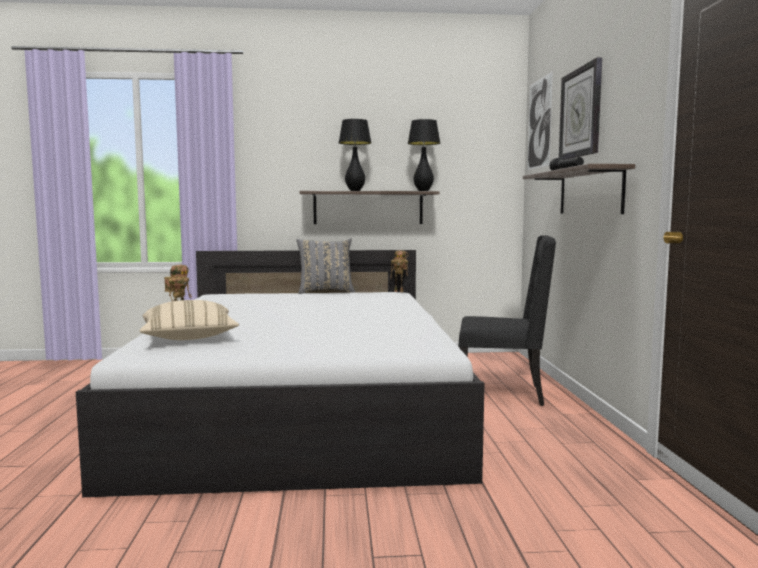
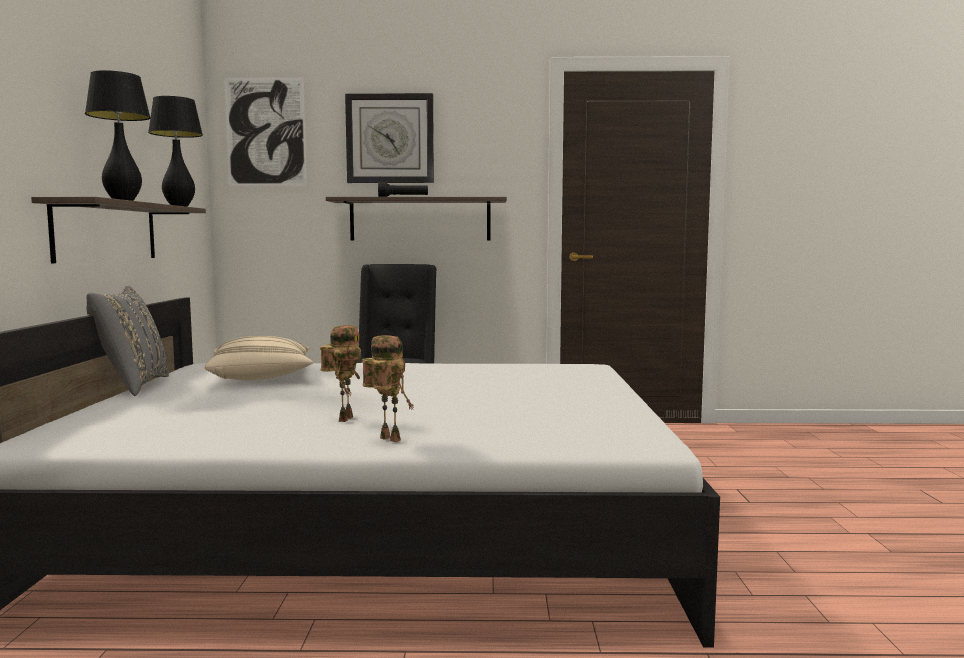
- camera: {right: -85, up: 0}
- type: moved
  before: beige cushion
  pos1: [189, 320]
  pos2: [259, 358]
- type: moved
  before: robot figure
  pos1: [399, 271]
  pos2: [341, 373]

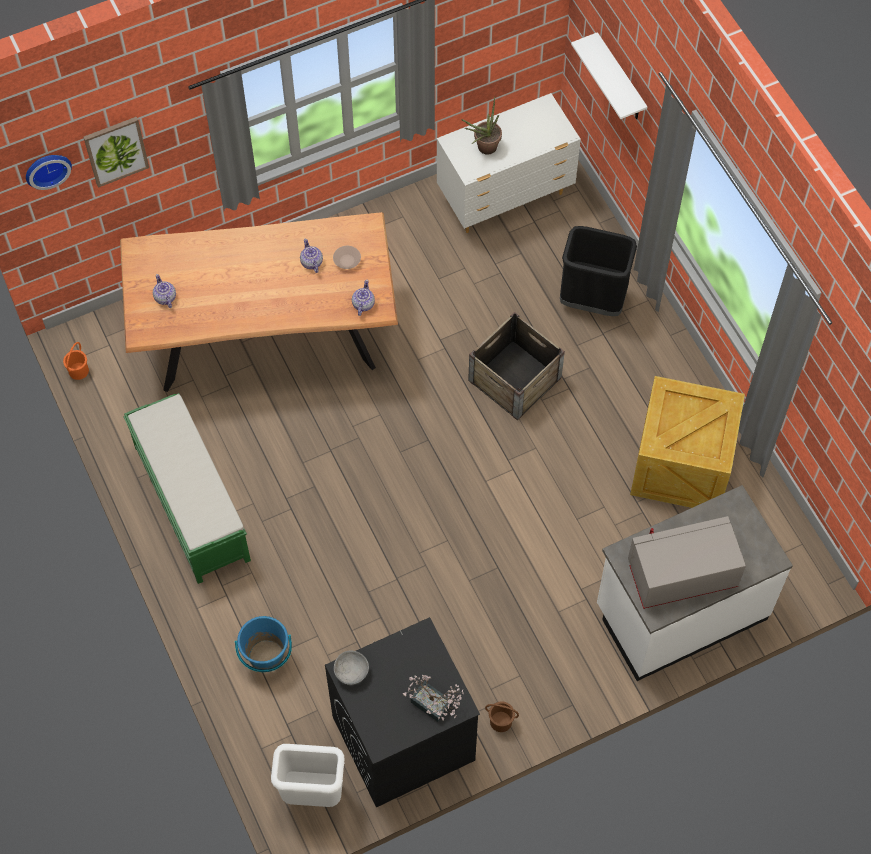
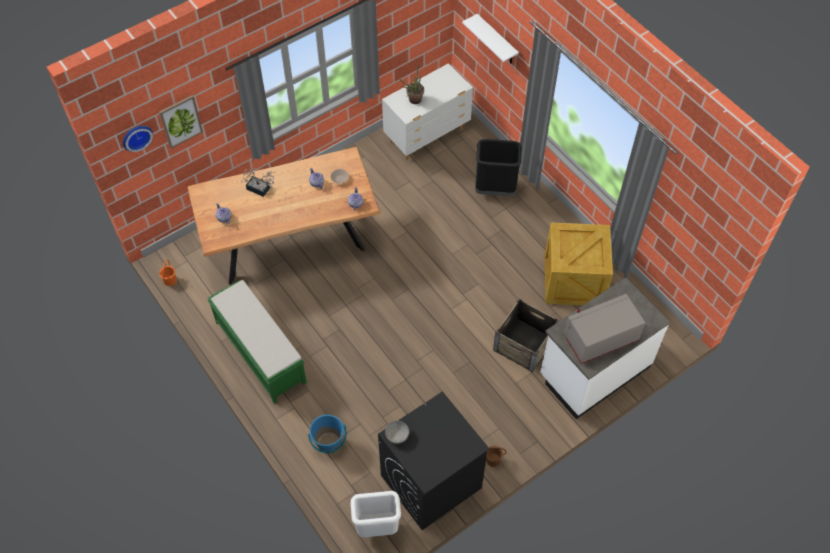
- camera: {right: -10, up: -5}
- type: moved
  before: houseplant
  pos1: [433, 698]
  pos2: [257, 183]
- type: moved
  before: shipping crate
  pos1: [516, 366]
  pos2: [526, 335]

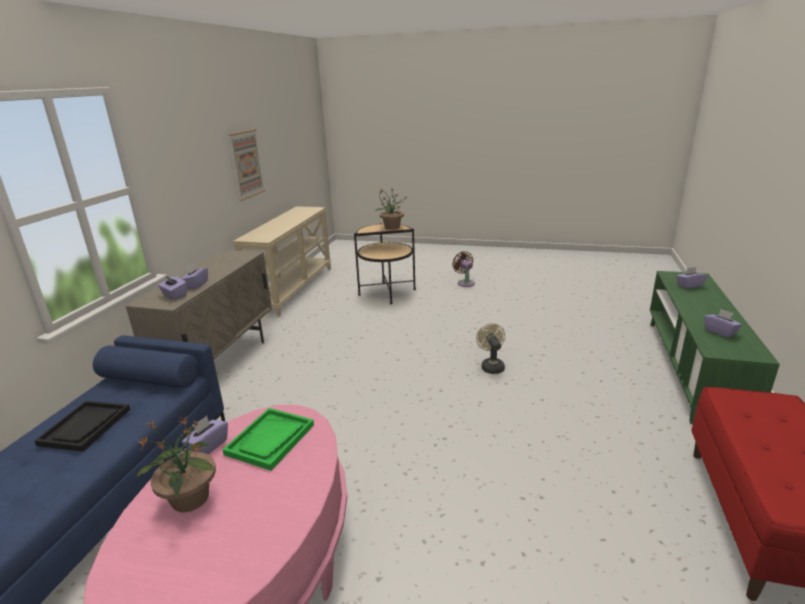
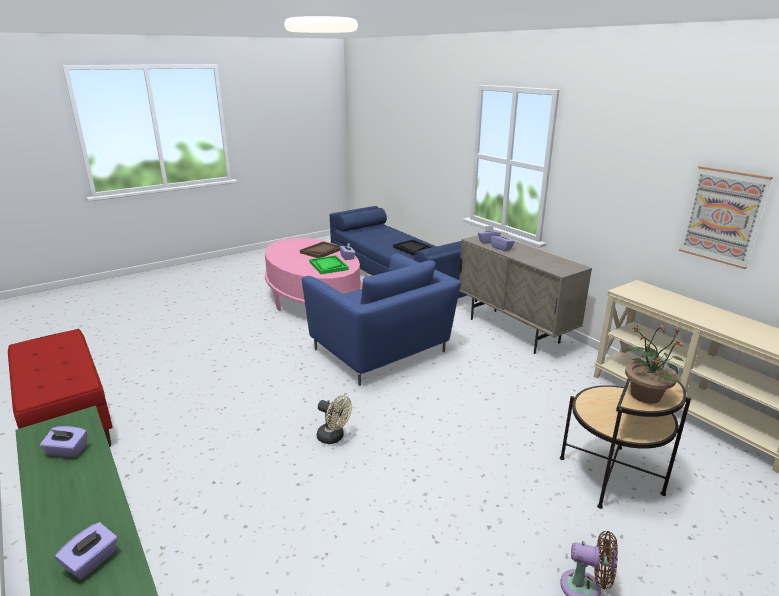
- camera: {right: 130, up: 0}
- type: replaced
  before: houseplant
  after: brown serving tray
  pos1: [177, 464]
  pos2: [320, 249]
- type: added
  after: blue-coloured lounge chair
  pos2: [381, 319]

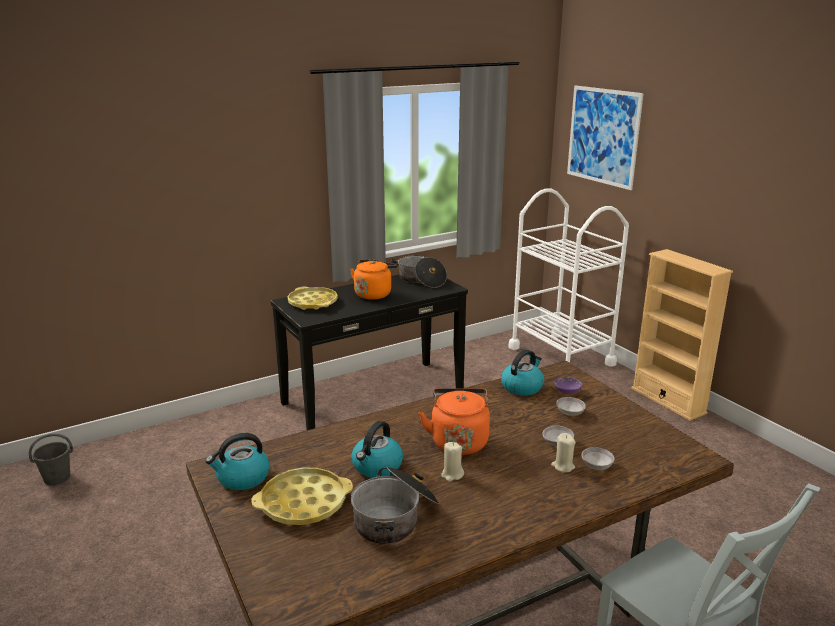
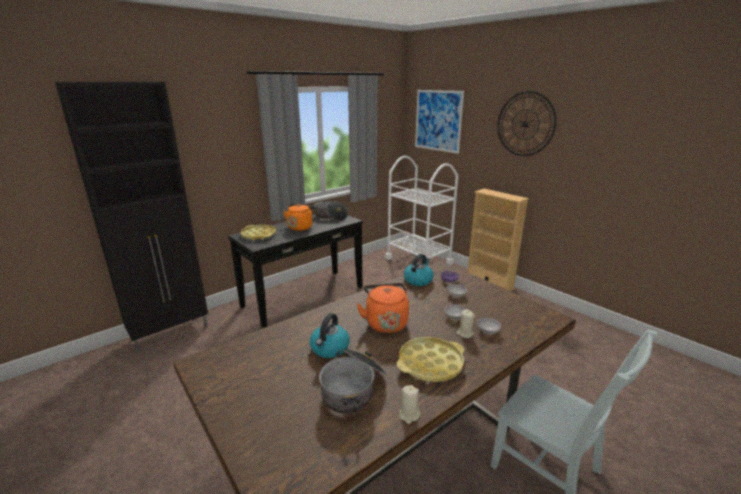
- camera: {right: -10, up: 0}
- type: added
  after: black cupboard
  pos2: [131, 217]
- type: moved
  before: yellow-coloured serving tray
  pos1: [302, 496]
  pos2: [430, 359]
- type: moved
  before: beige wax light
  pos1: [452, 461]
  pos2: [409, 404]
- type: added
  after: wall clock
  pos2: [526, 123]
- type: removed
  before: gray pail
  pos1: [51, 459]
- type: removed
  before: kettle
  pos1: [238, 461]

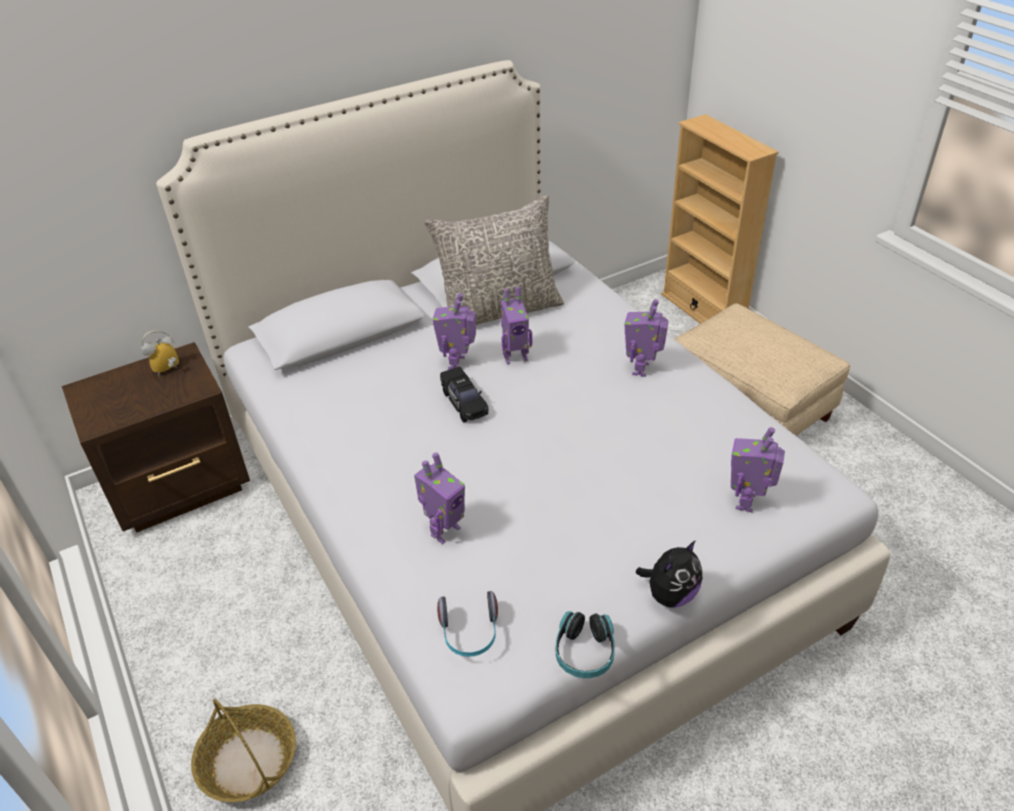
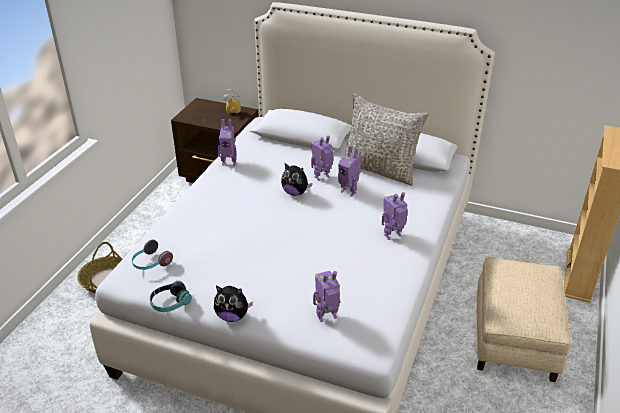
- camera: {right: 50, up: -5}
- type: moved
  before: robot figure
  pos1: [439, 498]
  pos2: [227, 142]
- type: replaced
  before: black miniature car
  after: plush toy
  pos1: [464, 394]
  pos2: [296, 179]

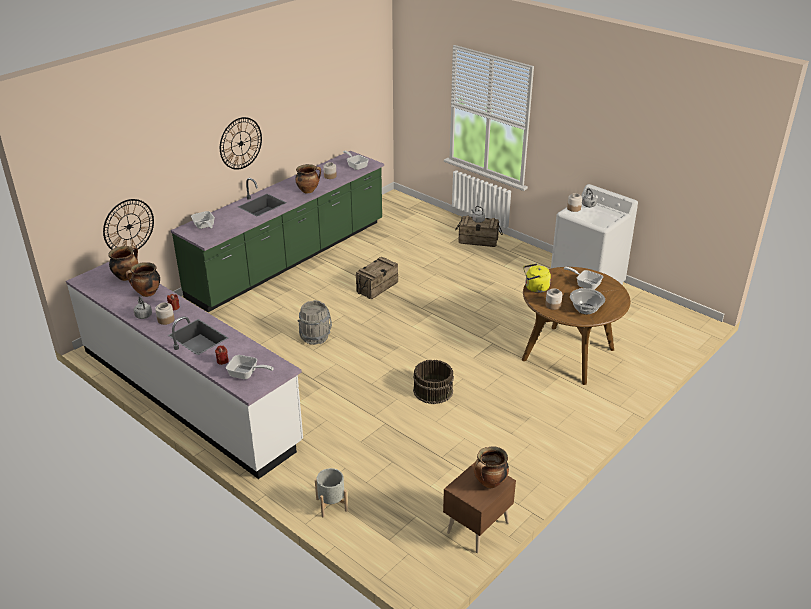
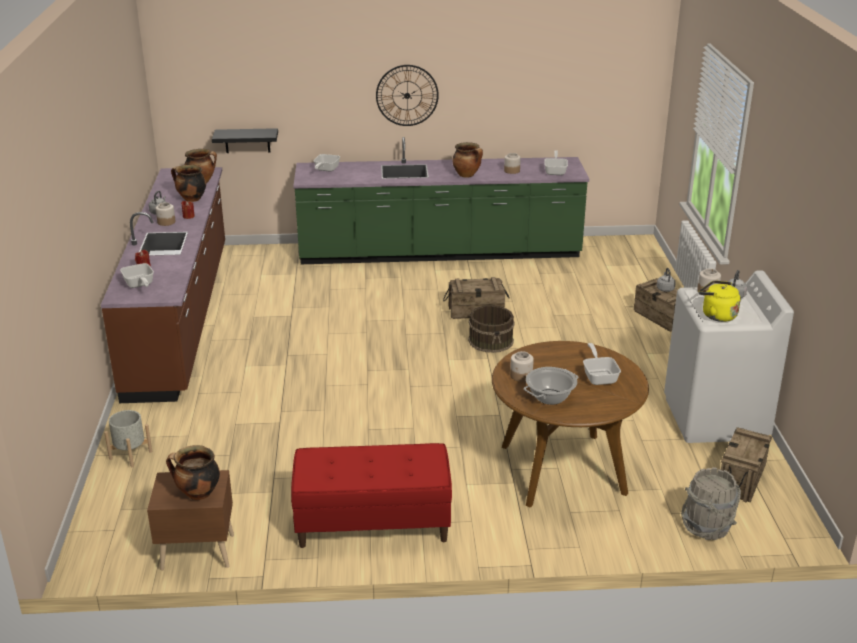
- camera: {right: 45, up: -5}
- type: recoloured
  before: white-coloured kitchen counter
  after: brown kitchen counter
  pos1: [184, 370]
  pos2: [163, 285]
- type: replaced
  before: wall clock
  after: black wall shelf
  pos1: [128, 225]
  pos2: [245, 140]
- type: added
  after: reddish long seat
  pos2: [371, 495]
- type: moved
  before: brown pail
  pos1: [433, 382]
  pos2: [491, 329]
- type: moved
  before: gray pail
  pos1: [314, 322]
  pos2: [711, 503]
- type: moved
  before: yellow-coloured kettle
  pos1: [537, 278]
  pos2: [720, 301]
- type: added
  after: shipping crate
  pos2: [746, 465]

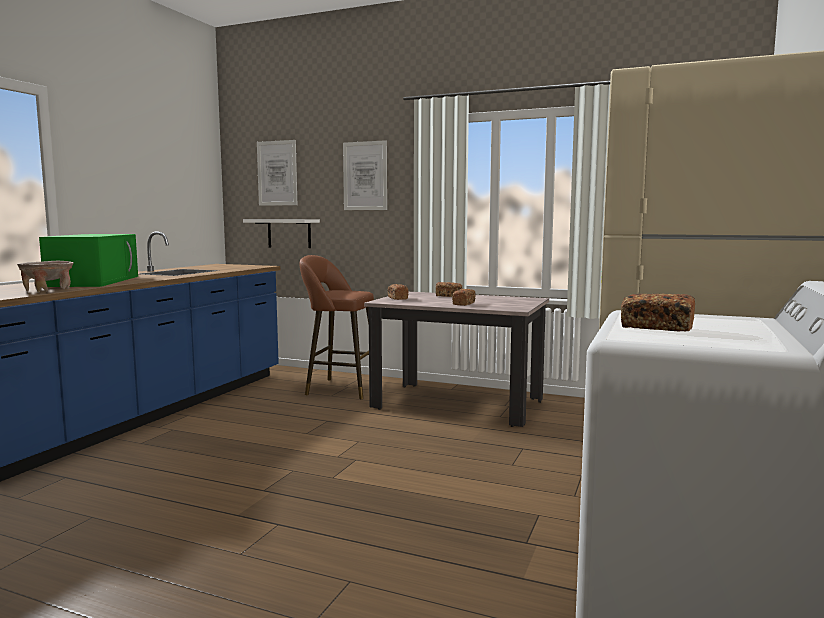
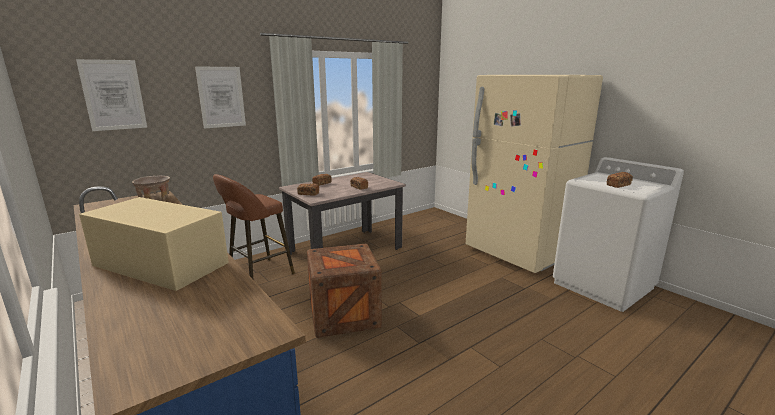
- camera: {right: -60, up: 10}
- type: recoloured
  before: greenish kitchen microwave
  after: beige kitchen microwave
  pos1: [88, 260]
  pos2: [154, 244]
- type: moved
  before: beige deep dish
  pos1: [45, 277]
  pos2: [151, 187]
- type: added
  after: shipping crate
  pos2: [344, 291]
- type: removed
  before: white-coloured wall shelf
  pos1: [281, 233]

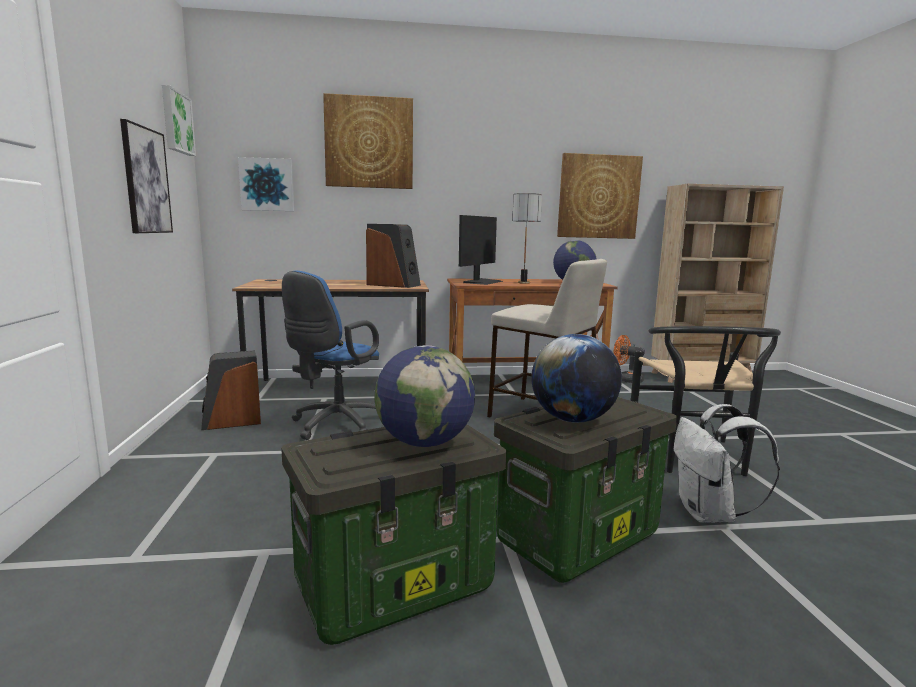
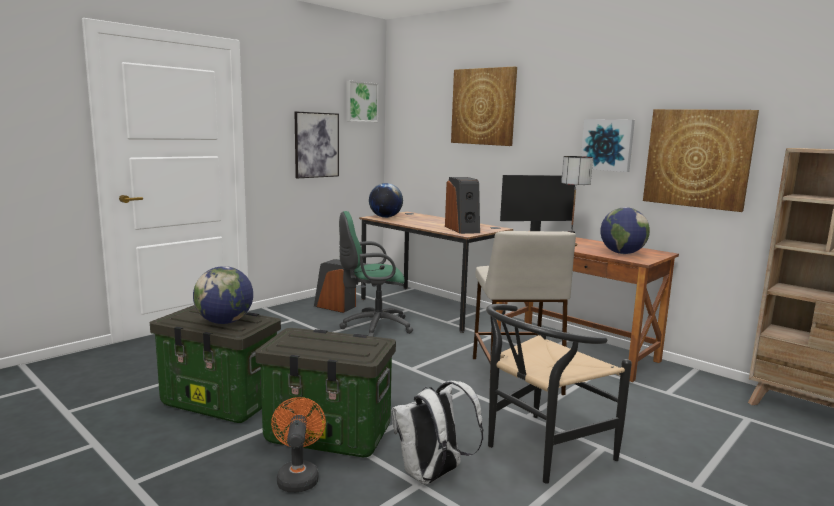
- camera: {right: 50, up: 0}
- type: moved
  before: orange-coloured fan
  pos1: [629, 359]
  pos2: [298, 444]
- type: recoloured
  before: blue-coloured computer chair
  after: greenish computer chair
  pos1: [330, 355]
  pos2: [376, 274]
- type: moved
  before: desk globe
  pos1: [576, 378]
  pos2: [386, 200]
- type: moved
  before: picture
  pos1: [266, 184]
  pos2: [608, 145]

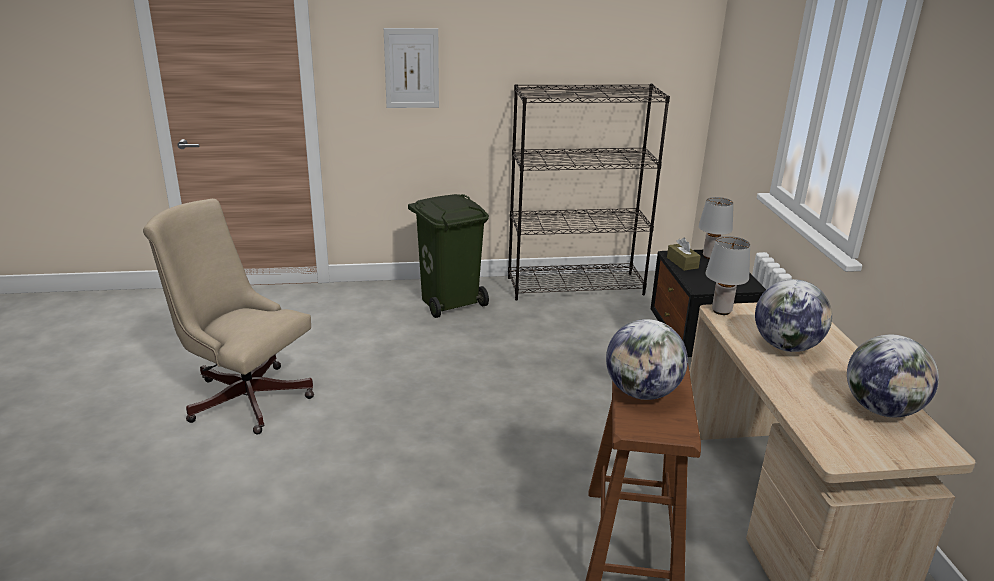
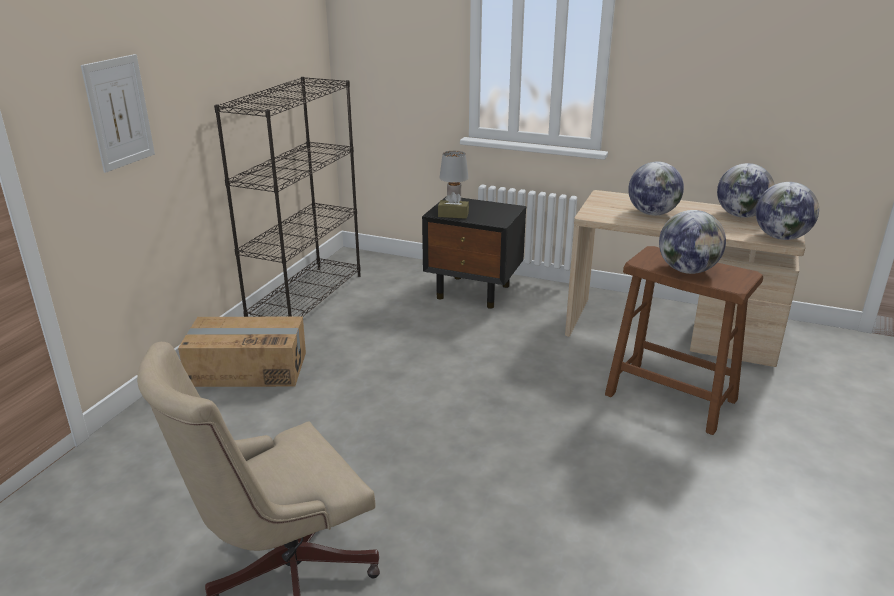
- camera: {right: -60, up: 0}
- type: replaced
  before: greenish rubbish bin
  after: carton
  pos1: [448, 256]
  pos2: [242, 352]
- type: added
  after: desk globe
  pos2: [787, 211]
- type: removed
  before: gray tabletop lamp
  pos1: [727, 275]

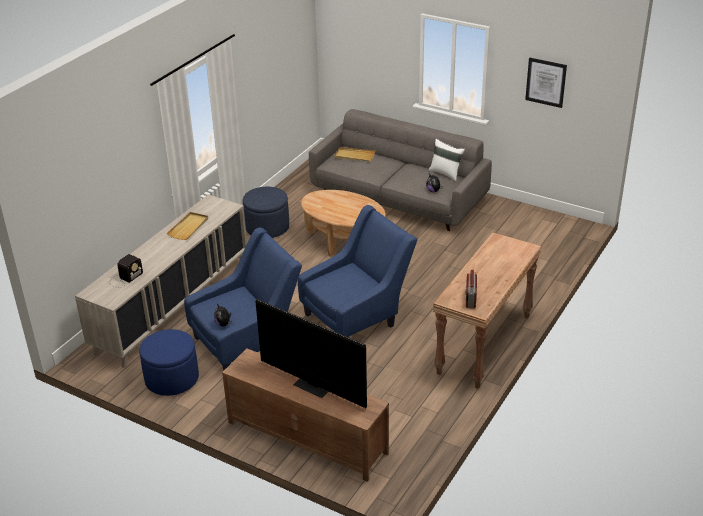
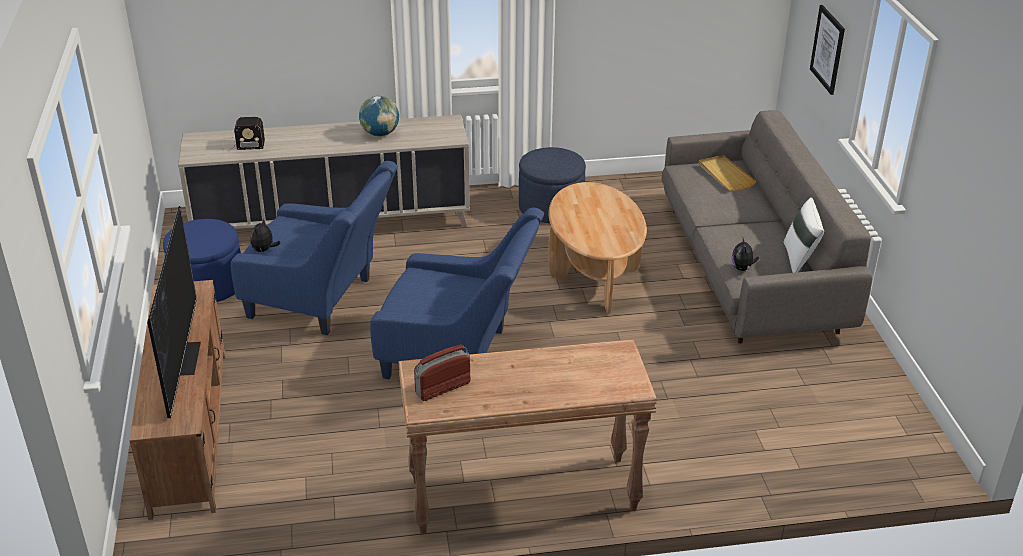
- camera: {right: 50, up: 0}
- type: replaced
  before: beige serving tray
  after: desk globe
  pos1: [187, 226]
  pos2: [379, 116]
- type: moved
  before: picture
  pos1: [546, 83]
  pos2: [827, 50]

